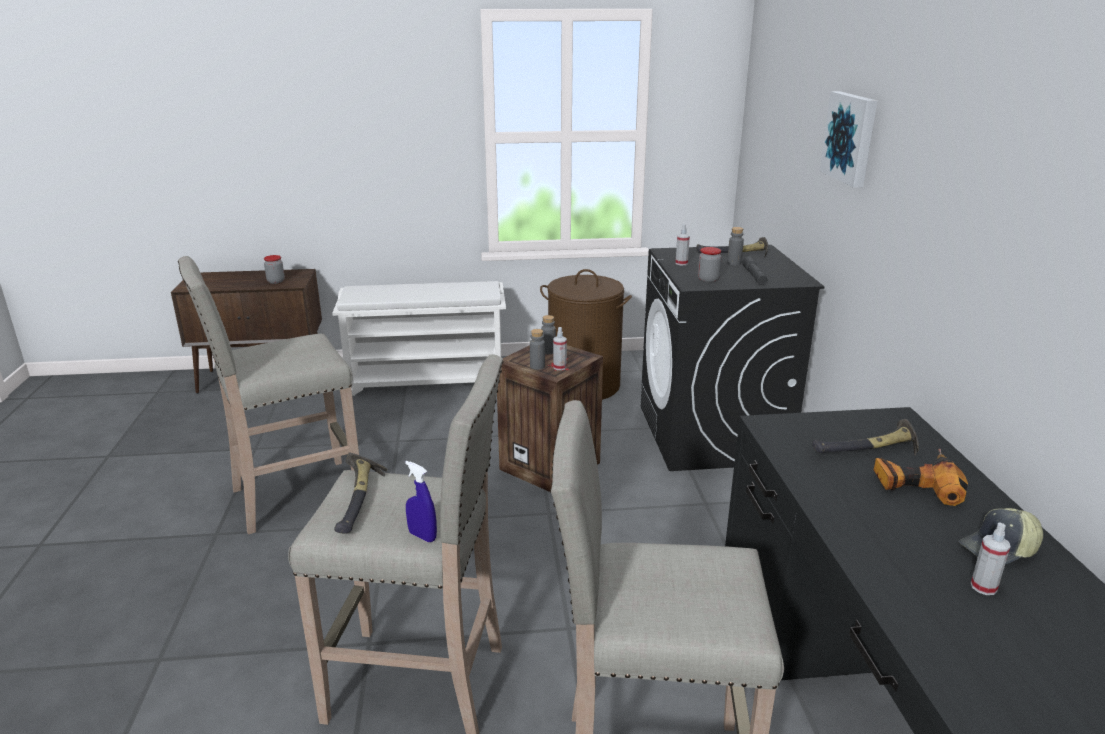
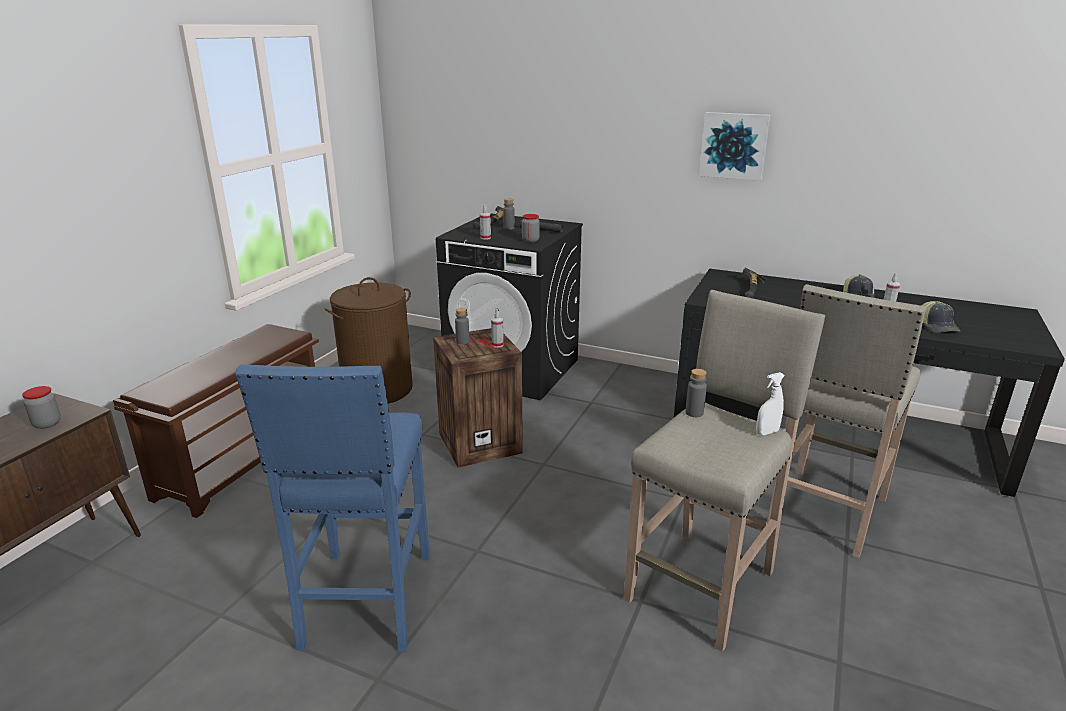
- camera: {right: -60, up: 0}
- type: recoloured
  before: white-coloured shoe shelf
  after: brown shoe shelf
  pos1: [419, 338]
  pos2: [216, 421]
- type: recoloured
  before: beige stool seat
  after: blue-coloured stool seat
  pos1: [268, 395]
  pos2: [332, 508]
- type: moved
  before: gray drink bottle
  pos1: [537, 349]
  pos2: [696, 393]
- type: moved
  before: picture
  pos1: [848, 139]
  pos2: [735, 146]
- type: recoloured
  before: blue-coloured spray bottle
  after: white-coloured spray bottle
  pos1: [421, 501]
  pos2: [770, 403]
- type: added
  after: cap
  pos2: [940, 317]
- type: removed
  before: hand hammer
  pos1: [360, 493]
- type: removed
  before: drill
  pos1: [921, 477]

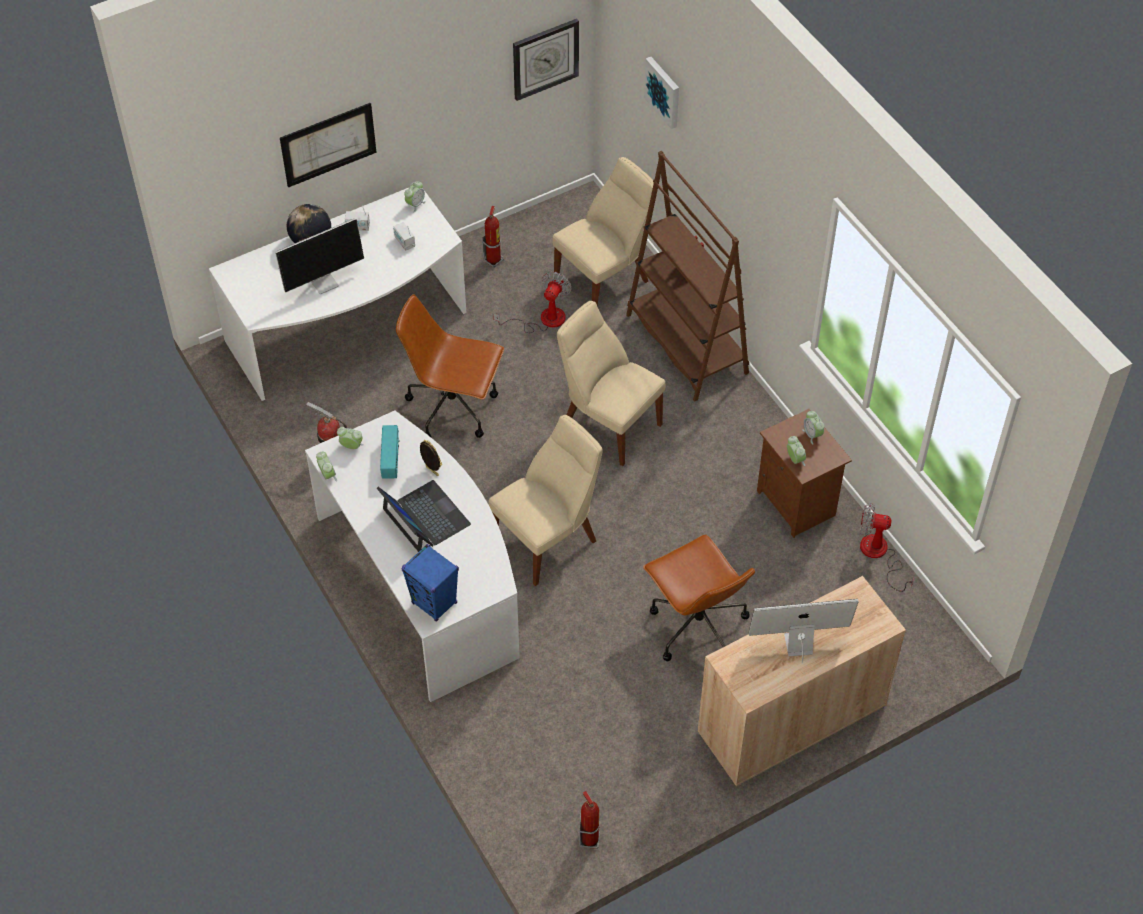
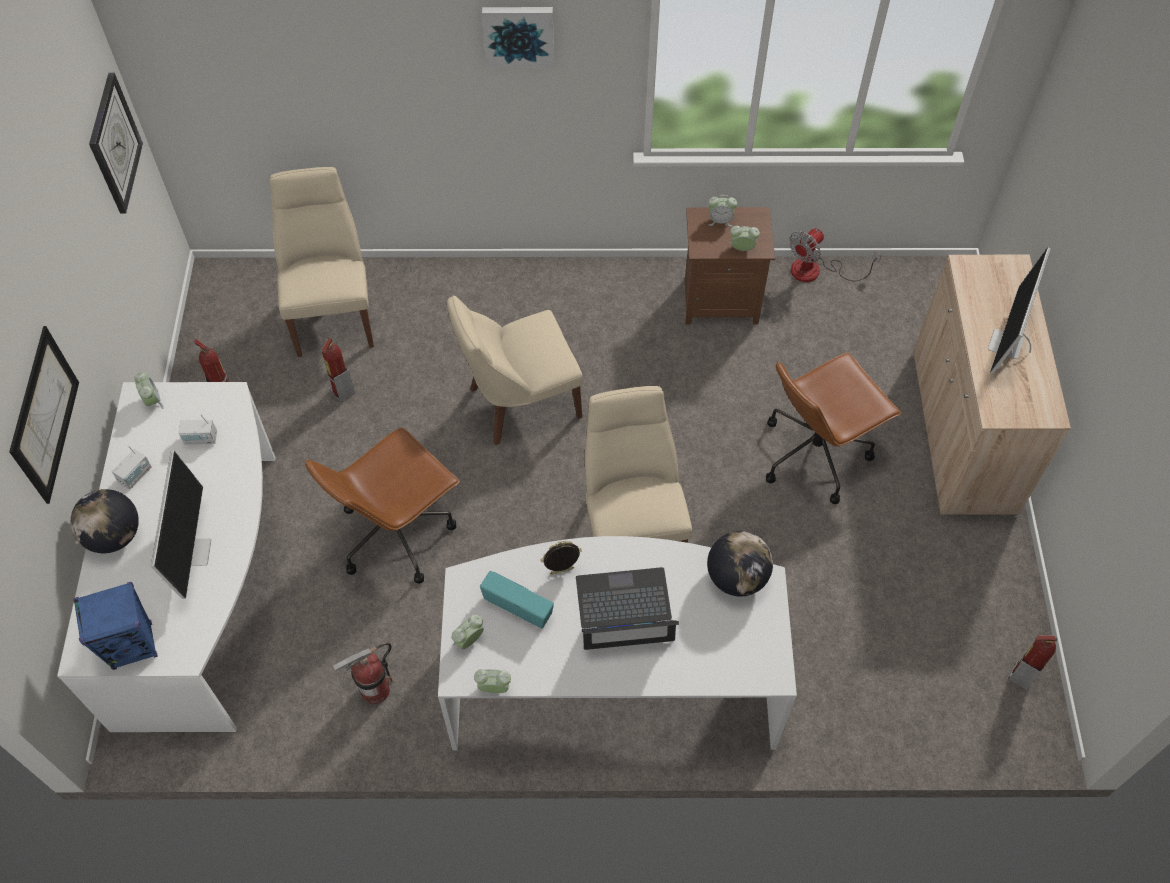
- camera: {right: -60, up: 5}
- type: moved
  before: blue-coloured audio speaker
  pos1: [430, 583]
  pos2: [115, 626]
- type: replaced
  before: fan
  after: extinguisher
  pos1: [532, 302]
  pos2: [338, 370]
- type: moved
  before: picture
  pos1: [661, 93]
  pos2: [518, 37]
- type: added
  after: desk globe
  pos2: [740, 564]
- type: turned
  before: brown computer chair
  pos1: [699, 597]
  pos2: [833, 428]
  turn: 150
- type: removed
  before: brown bookcase
  pos1: [687, 276]

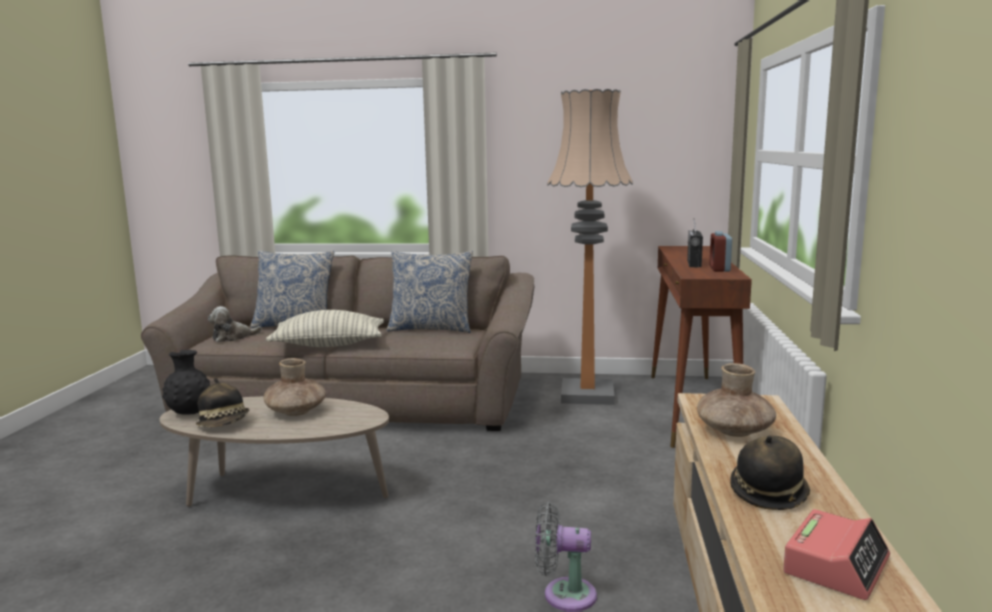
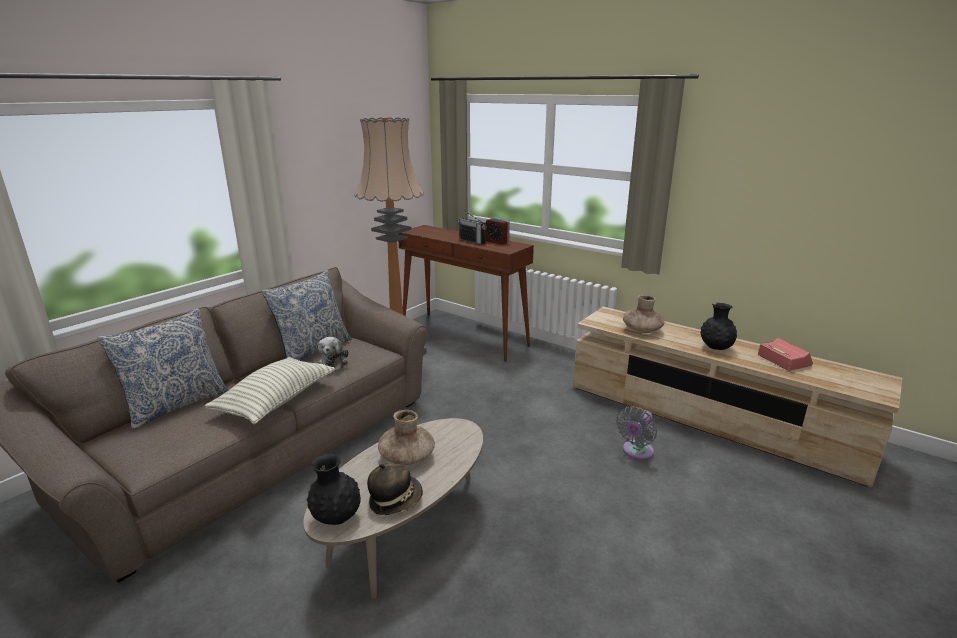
- camera: {right: -60, up: 10}
- type: moved
  before: plush toy
  pos1: [235, 324]
  pos2: [333, 353]
- type: replaced
  before: wearable hat
  after: black vase
  pos1: [770, 473]
  pos2: [718, 326]

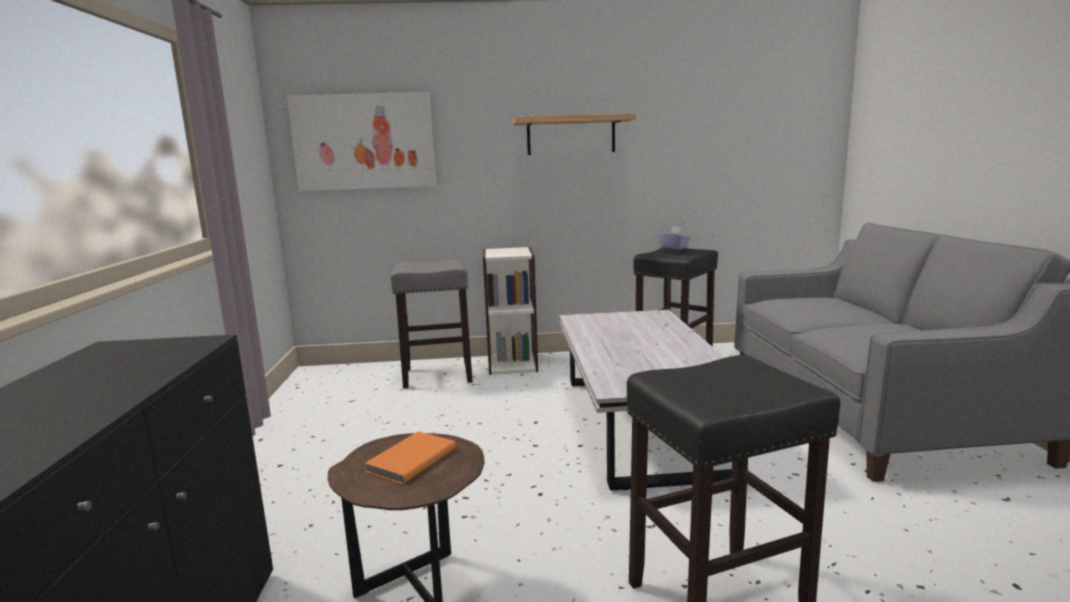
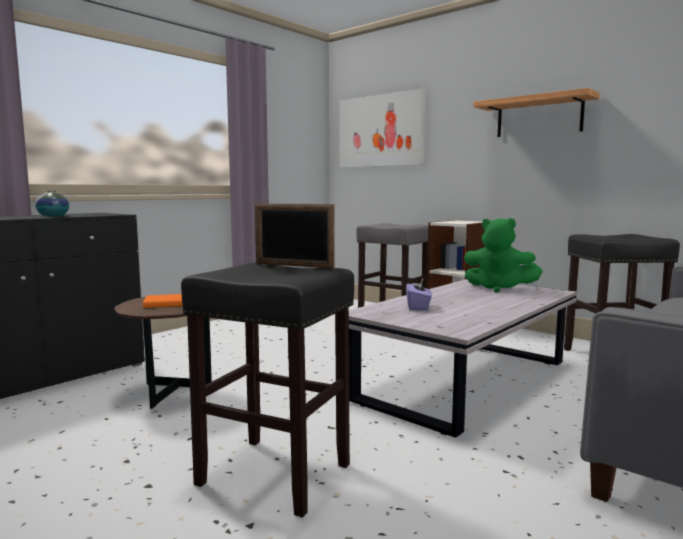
- camera: {right: 45, up: -5}
- type: added
  after: vase
  pos2: [52, 203]
- type: added
  after: photo frame
  pos2: [295, 235]
- type: moved
  before: purple-coloured box of tissues
  pos1: [674, 238]
  pos2: [419, 294]
- type: added
  after: greenish plush toy
  pos2: [503, 255]

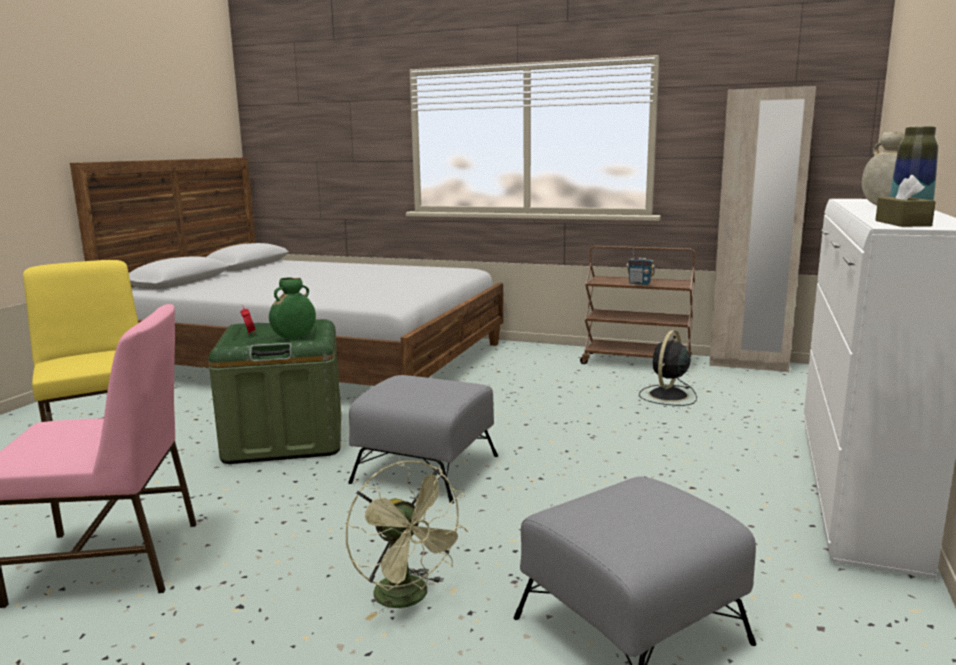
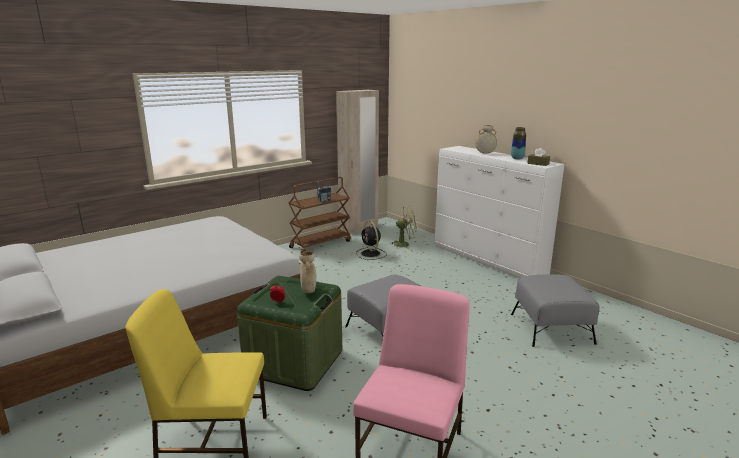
- camera: {right: -60, up: 5}
- type: recoloured
  before: greenish vase
  after: beige vase
  pos1: [292, 308]
  pos2: [307, 272]
- type: moved
  before: greenish fan
  pos1: [407, 541]
  pos2: [403, 228]

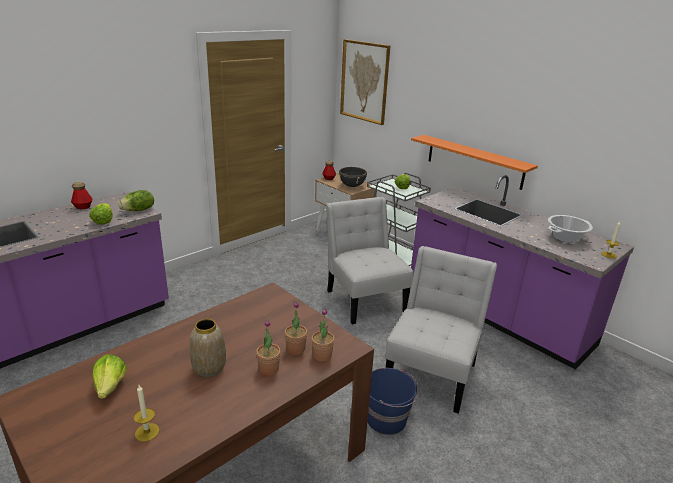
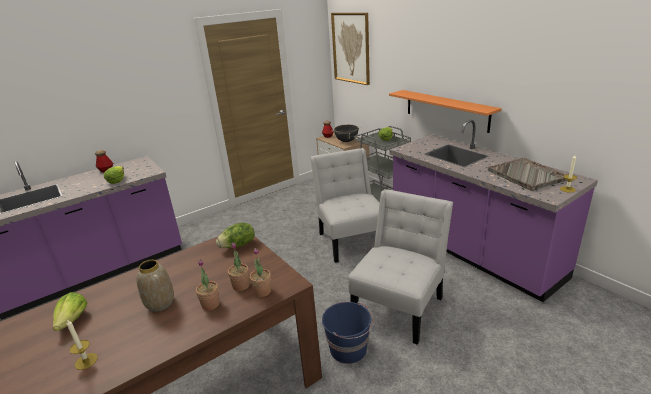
- camera: {right: 10, up: 0}
- type: moved
  before: lettuce head
  pos1: [136, 200]
  pos2: [235, 235]
- type: replaced
  before: stockpot
  after: gray serving tray
  pos1: [570, 229]
  pos2: [528, 174]

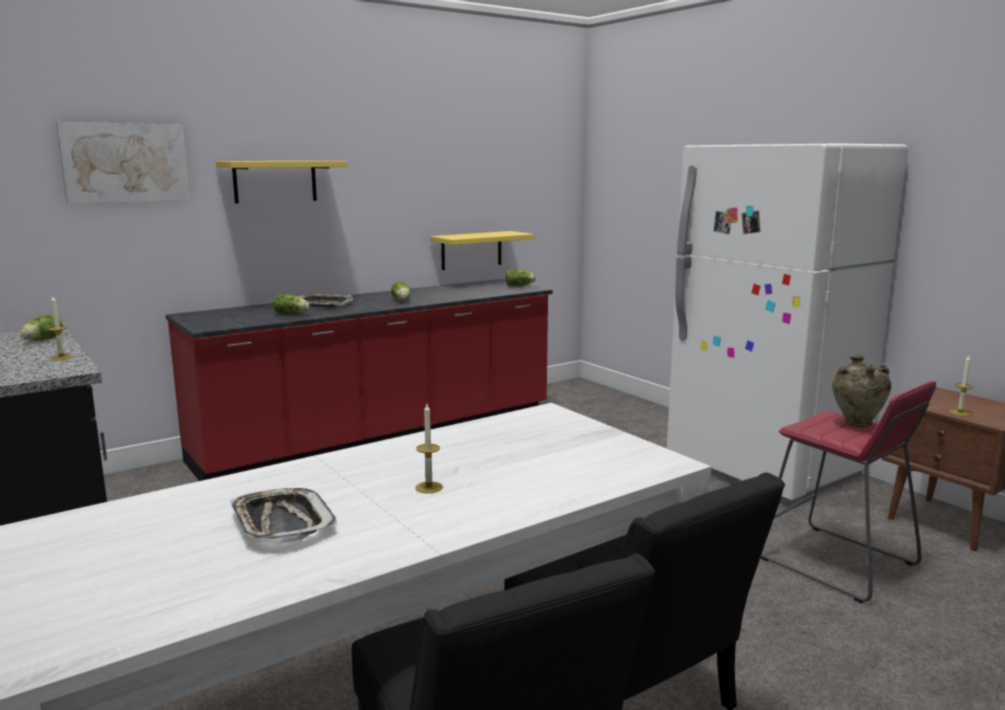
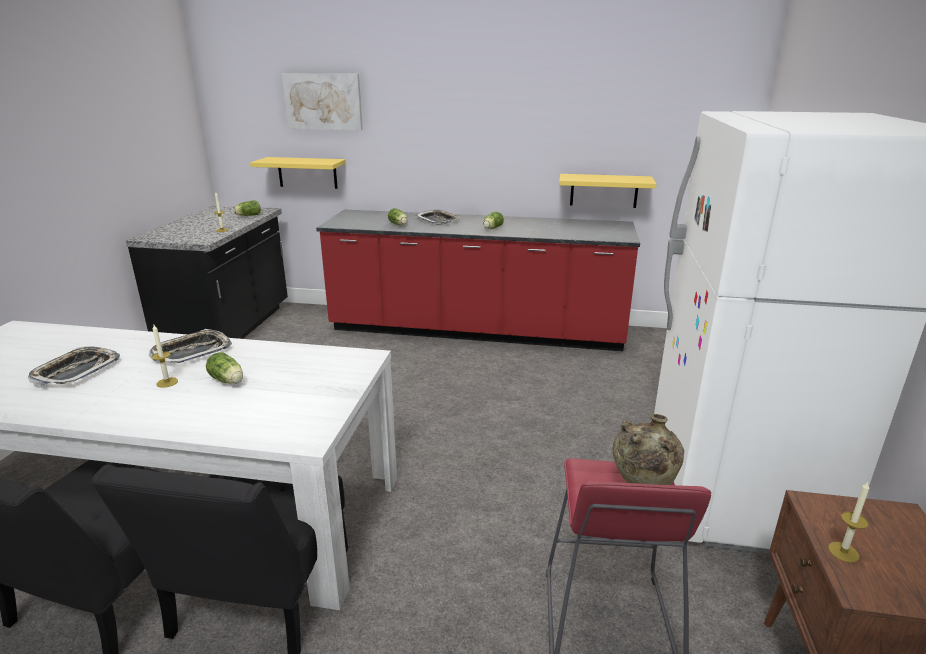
- camera: {right: 45, up: 10}
- type: added
  after: serving tray
  pos2: [190, 347]
- type: moved
  before: lettuce head
  pos1: [521, 277]
  pos2: [224, 368]
- type: moved
  before: yellow-coloured wall shelf
  pos1: [282, 182]
  pos2: [298, 173]

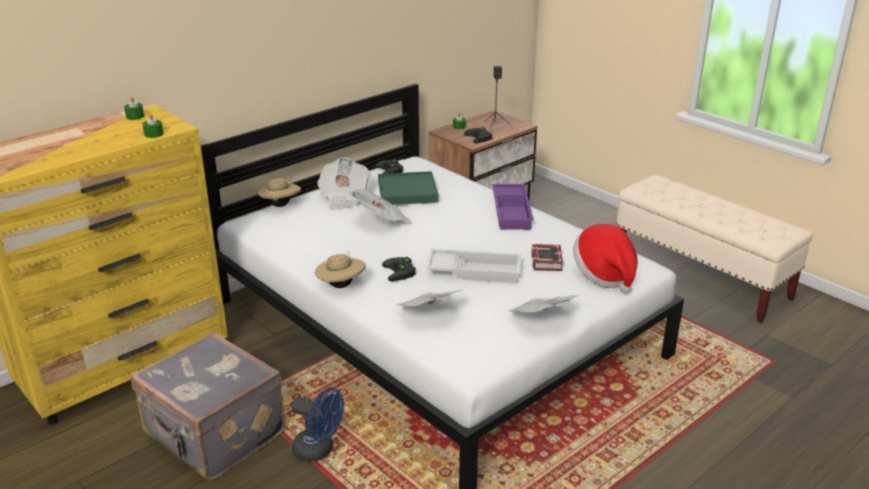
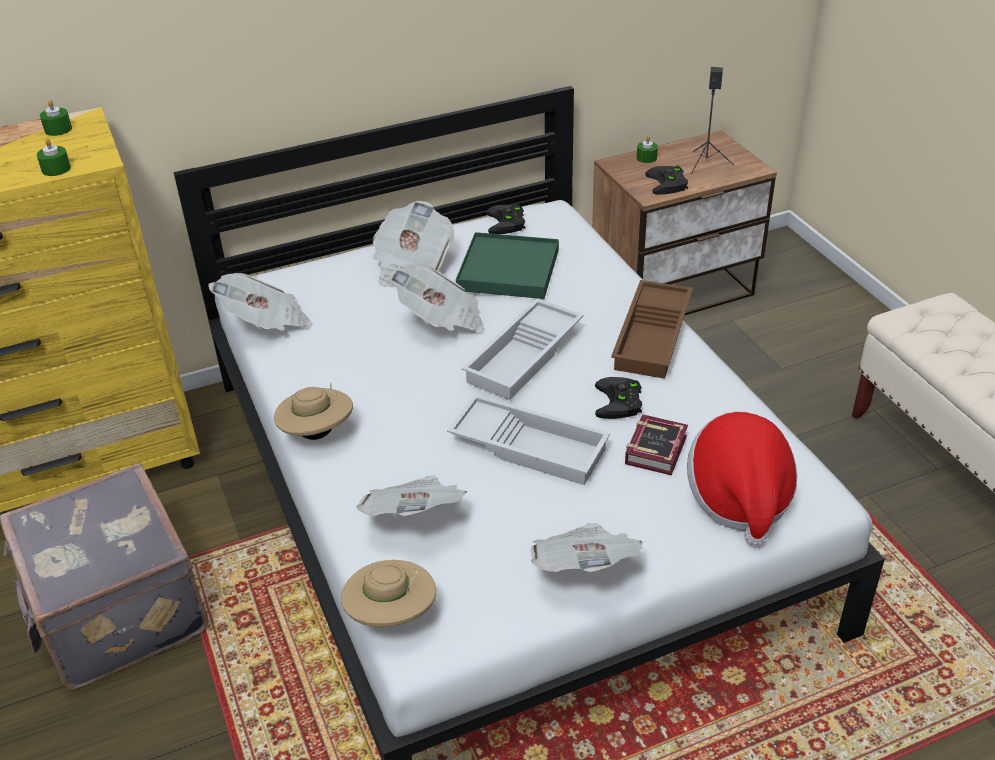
- camera: {right: 20, up: 10}
- type: added
  after: newspaper
  pos2: [260, 302]
- type: moved
  before: beige wearable hat
  pos1: [279, 192]
  pos2: [388, 593]
- type: added
  after: white-coloured serving tray
  pos2: [523, 349]
- type: moved
  before: black game controller
  pos1: [399, 269]
  pos2: [619, 398]
- type: recoloured
  before: purple-coloured serving tray
  after: brown serving tray
  pos1: [513, 207]
  pos2: [652, 329]
- type: removed
  before: blue-coloured fan
  pos1: [318, 425]

